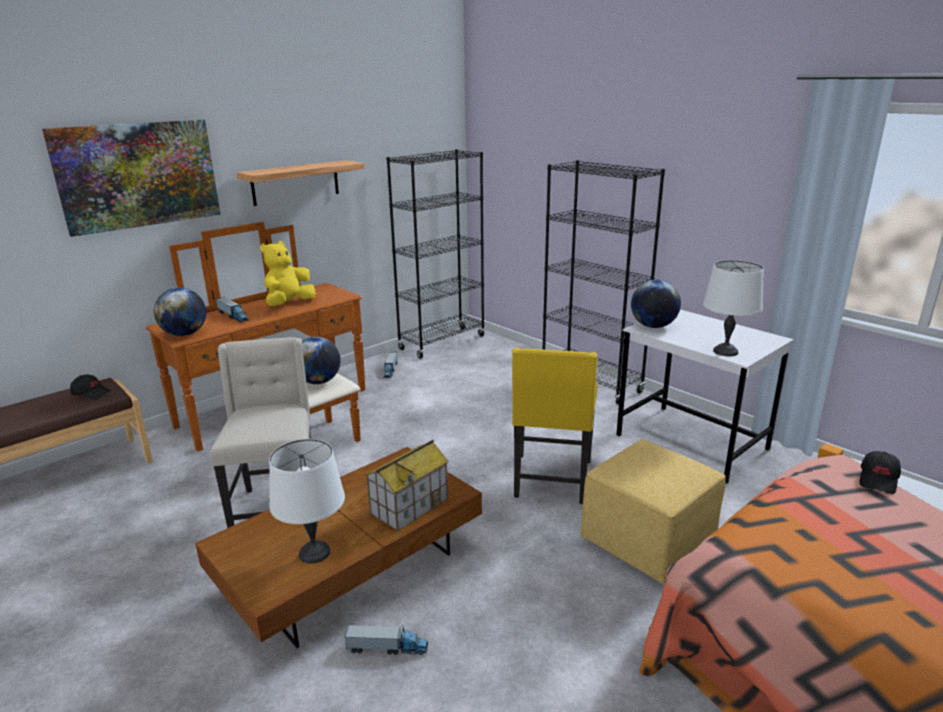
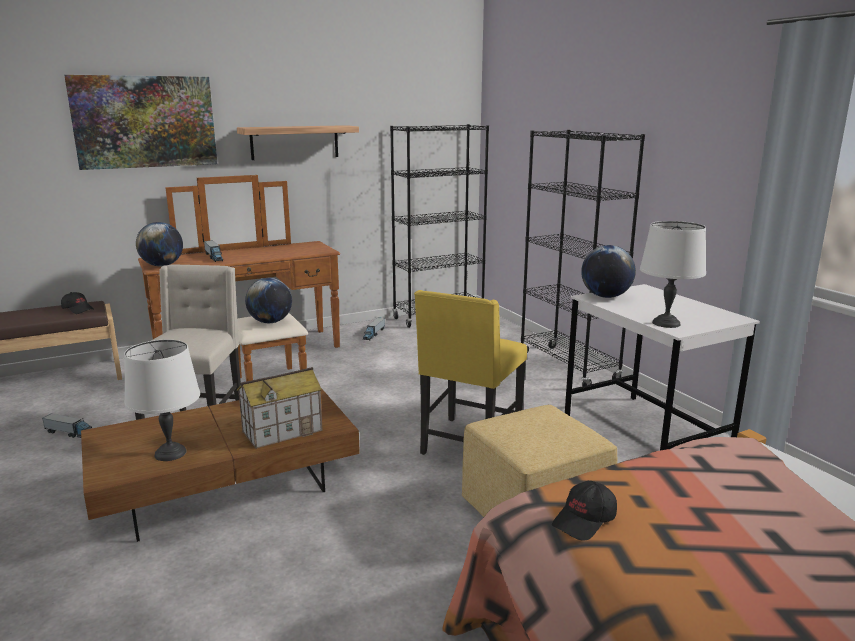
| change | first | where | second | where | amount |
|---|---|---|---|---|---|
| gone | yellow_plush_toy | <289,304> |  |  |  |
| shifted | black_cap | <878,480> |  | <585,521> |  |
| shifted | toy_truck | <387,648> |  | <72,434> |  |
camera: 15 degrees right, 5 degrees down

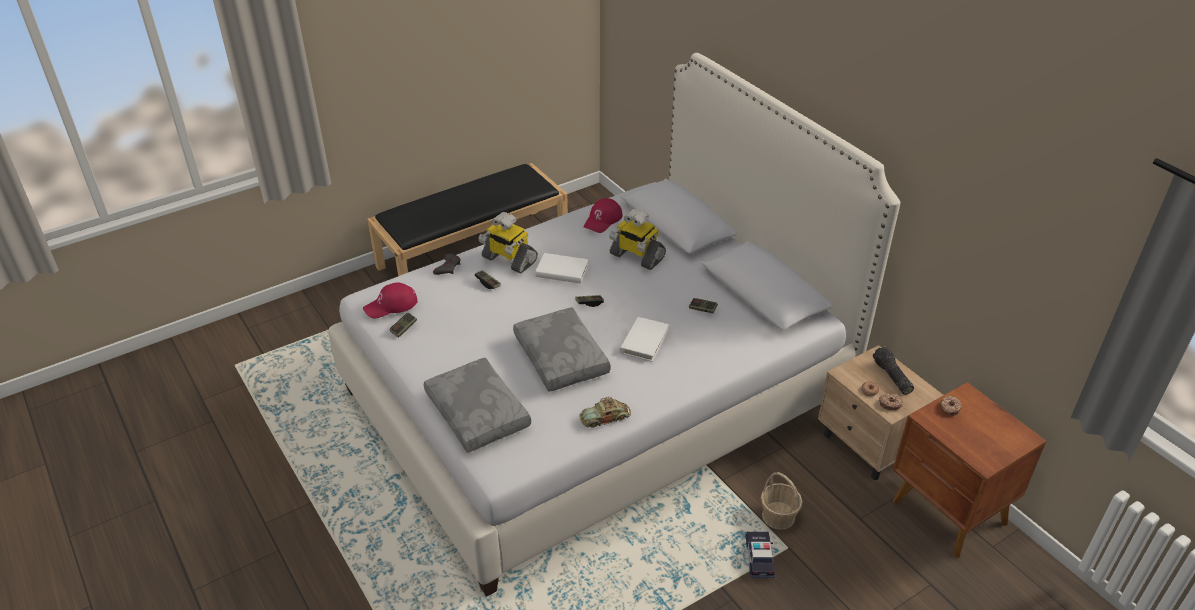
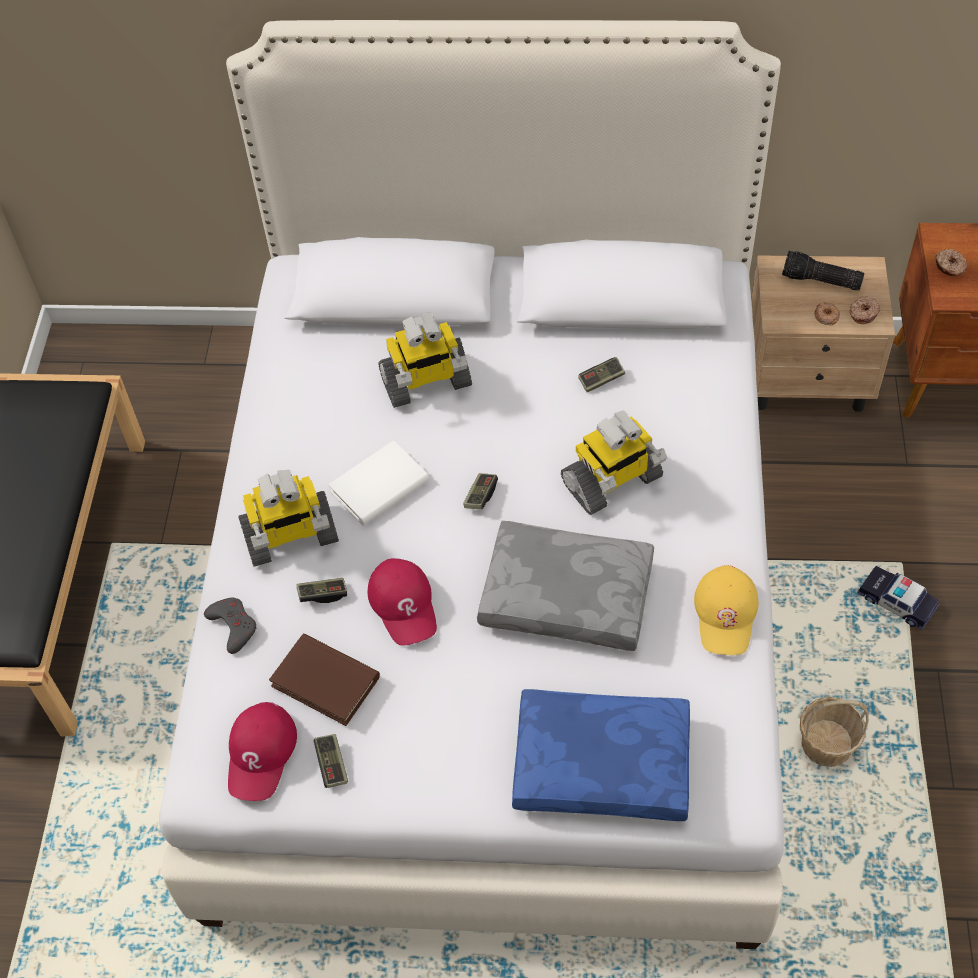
| change | first | where | second | where | amount |
|---|---|---|---|---|---|
| shifted | red_cap | <603,220> |  | <404,604> |  |
| swapped | white_book | <644,341> | toy_robot | <612,481> |  |
| repainted | grey_pillow | <479,413> | blue_pillow | <603,762> |  |
| swapped | toy_car | <605,417> | yellow_cap | <726,614> |  |
| shifted | basket | <778,516> |  | <826,744> |  |
| new |  |  | brown_book | <325,681> |  |
camera: 50 degrees left, 15 degrees up

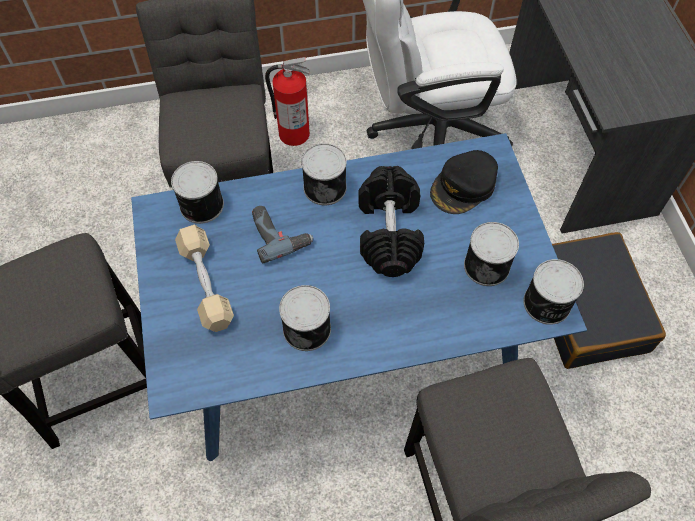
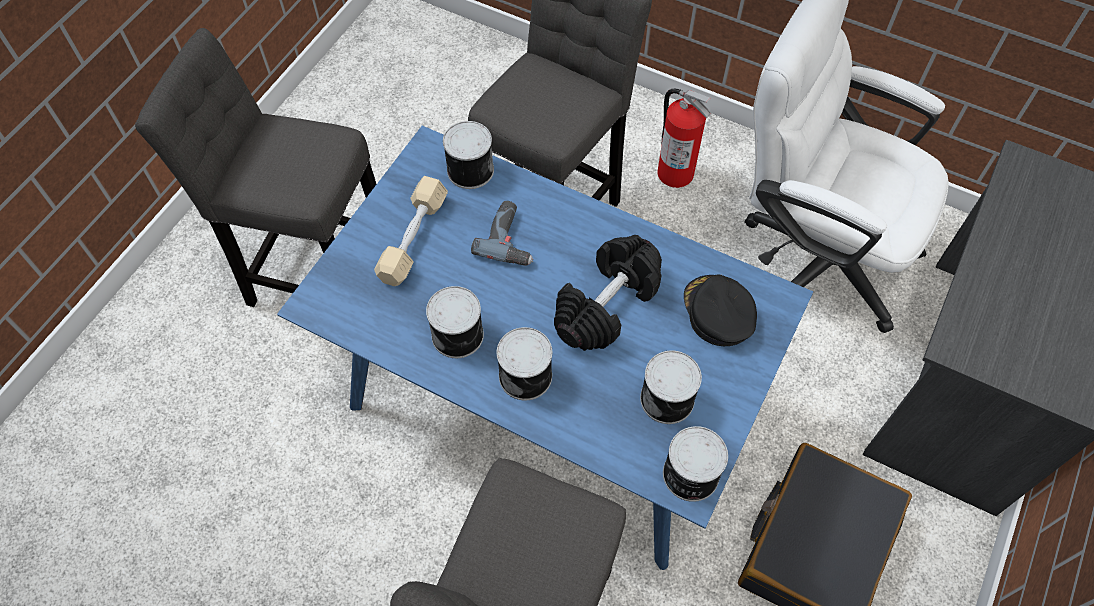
| change | first | where | second | where | amount |
|---|---|---|---|---|---|
| shifted | can | <325,186> |  | <526,375> |  |
| rotated | black_cap | <463,186> |  | <718,312> | 75 degrees clockwise |
camera: 40 degrees right, 0 degrees up

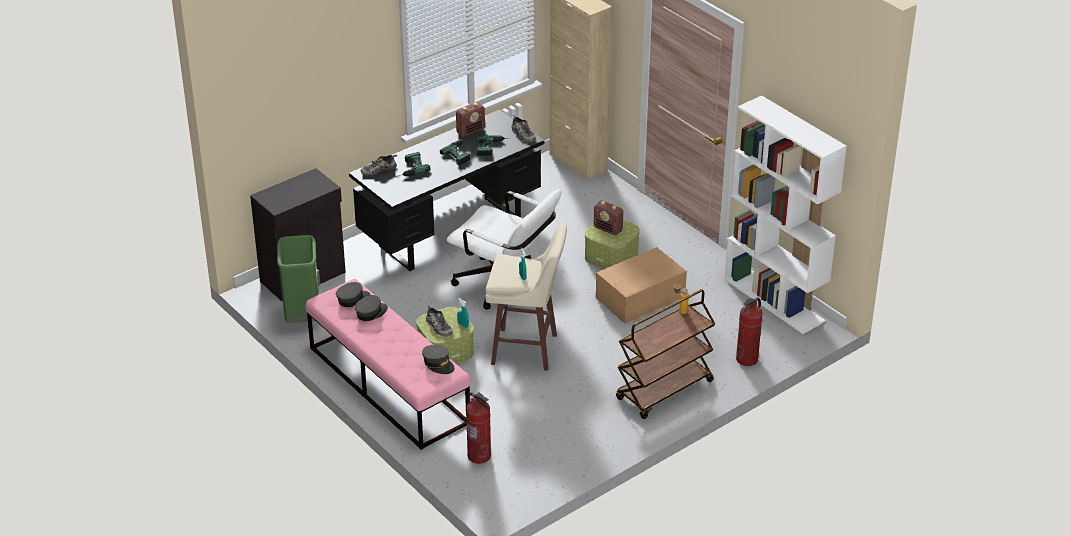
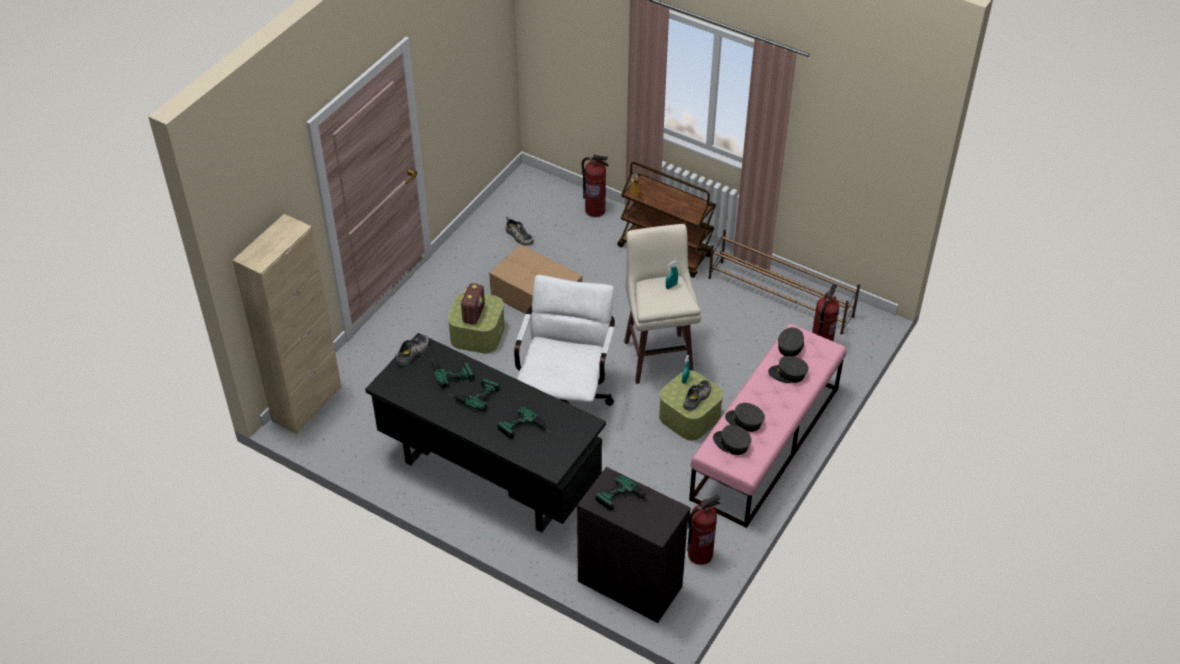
| change | first | where | second | where | amount |
|---|---|---|---|---|---|
| gone | white_bookcase | <775,300> |  |  |  |
| gone | radio | <470,131> |  |  |  |
| shifted | shoe | <378,169> |  | <518,236> |  |
| swapped | green_trash_can | <303,317> | fire_extinguisher | <700,554> |  |
| new |  |  | brown_shoe_rack | <781,297> |  |
| new |  |  | grey_cap | <788,374> |  |
| new |  |  | power_drill | <625,500> |  |
camera: 110 degrees left, 10 degrees up

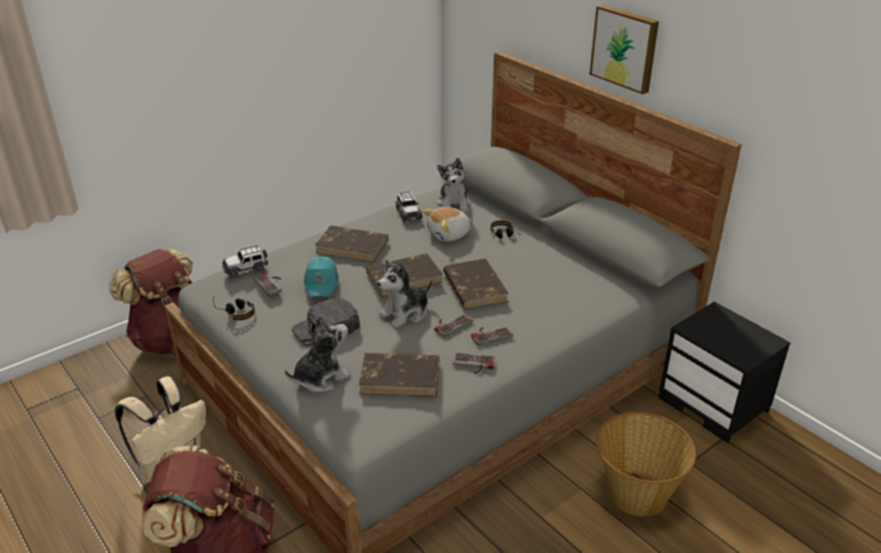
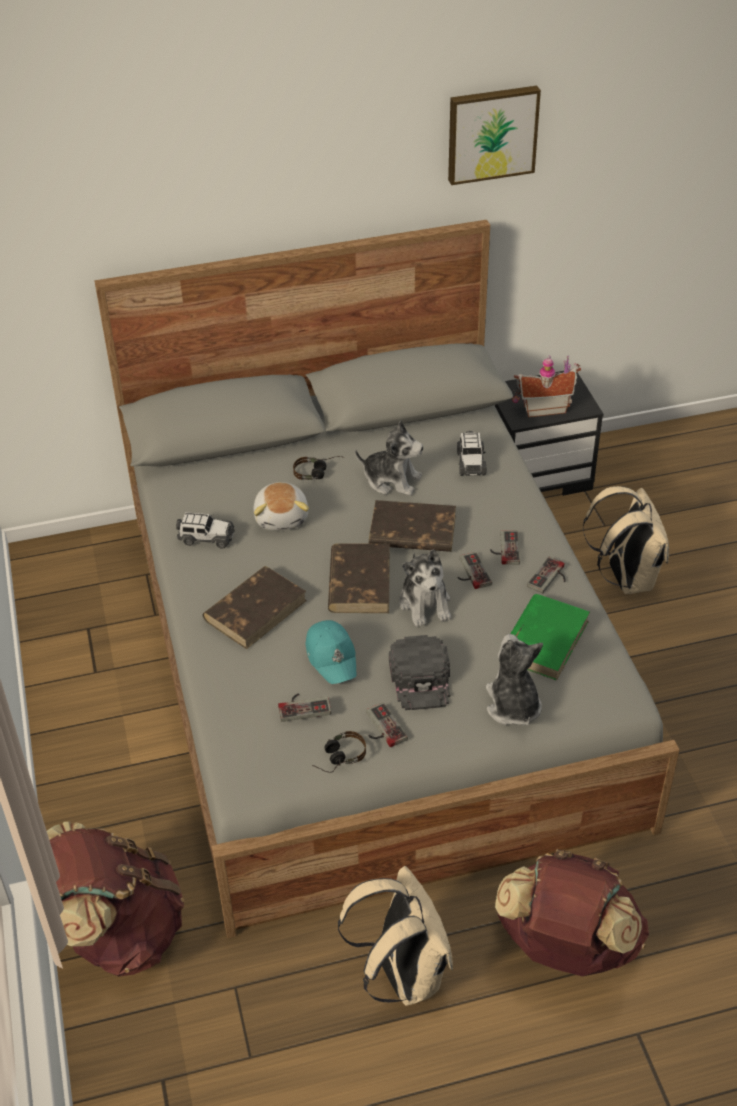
| change | first | where | second | where | amount |
|---|---|---|---|---|---|
| shifted | picture | <625,48> |  | <491,133> |  |
| shifted | plush_toy | <454,204> |  | <392,480> |  |
| shifted | toy_car | <246,268> |  | <471,462> |  |
| rotated | turquoise_cap | <322,283> |  | <332,656> | 45 degrees clockwise |
| repainted | brown_book | <401,377> | green_book | <544,639> |  |
| swapped | basket | <636,493> | beige_backpack | <625,578> |  |
| new |  |  | toy_house | <543,407> |  |
| new |  |  | game_controller | <381,728> |  |
camera: 65 degrees left, 10 degrees up

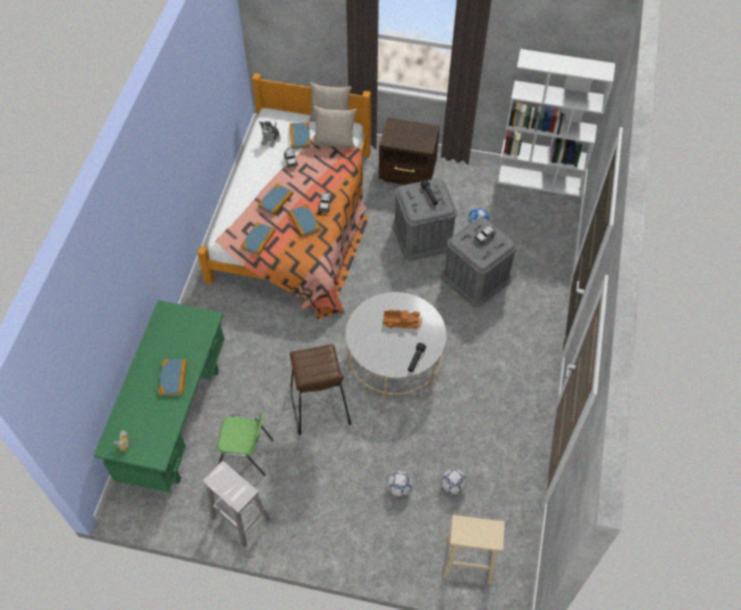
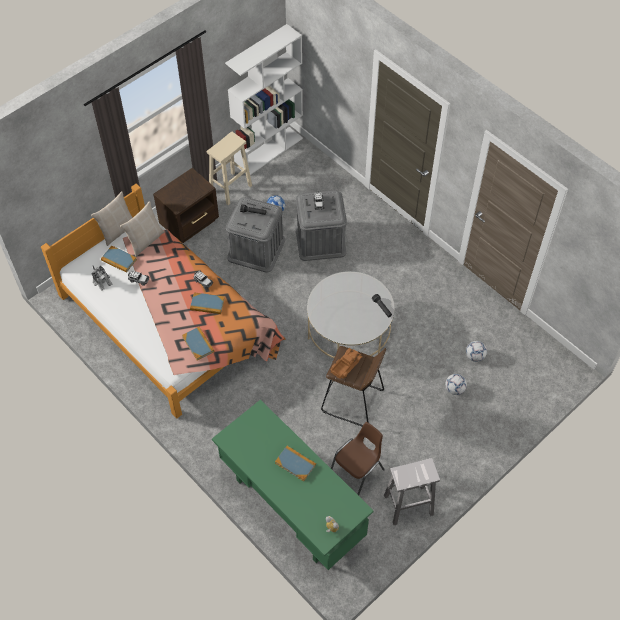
| change | first | where | second | where | amount |
|---|---|---|---|---|---|
| gone | book | <275,200> |  |  |  |
| shifted | toy_truck | <401,321> |  | <345,365> |  |
| repainted | green_chair | <246,454> | brown_chair | <357,473> |  |
| shifted | beige_stool | <467,562> |  | <230,189> |  |
camera: 55 degrees left, 0 degrees up

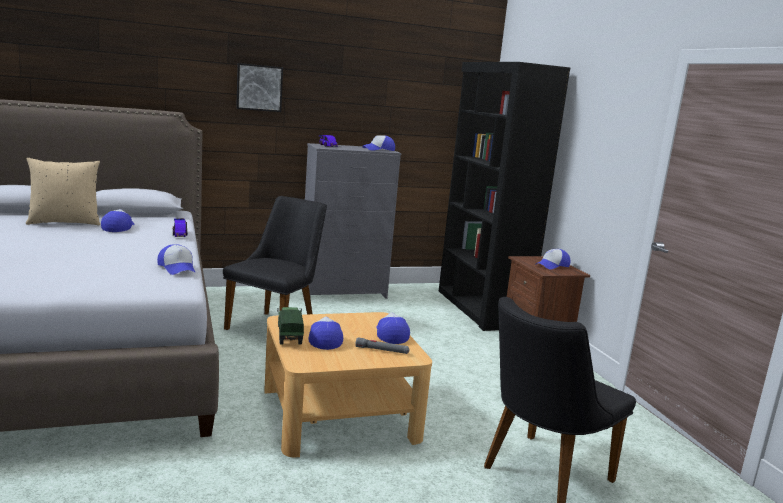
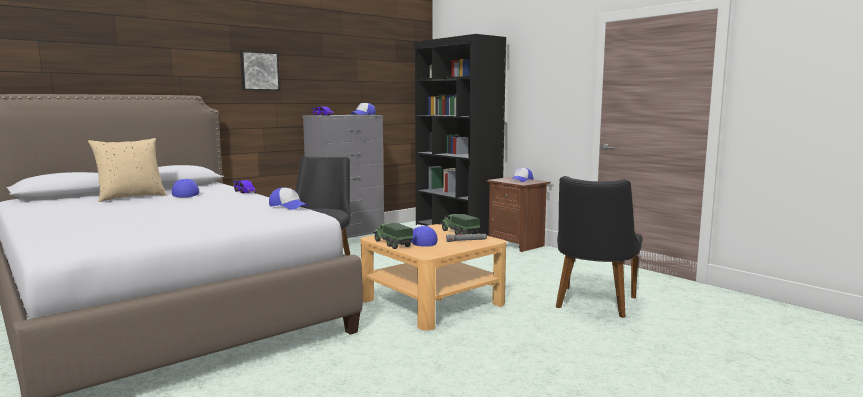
| change | first | where | second | where | amount |
|---|---|---|---|---|---|
| swapped | cap | <390,334> | toy_truck | <459,233> |  |
camera: 20 degrees left, 5 degrees down

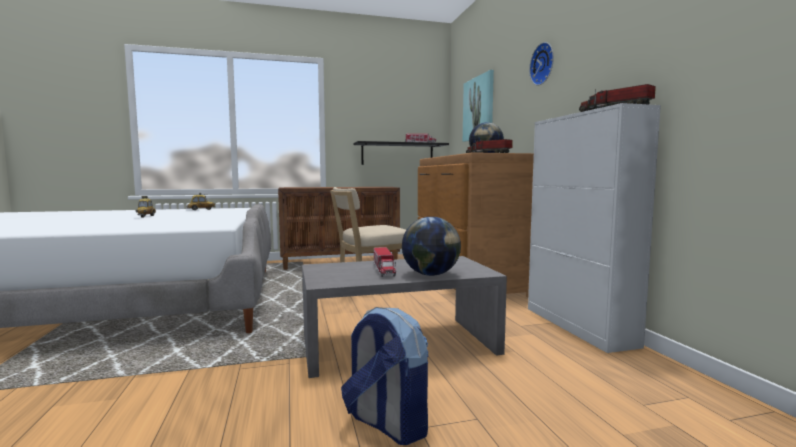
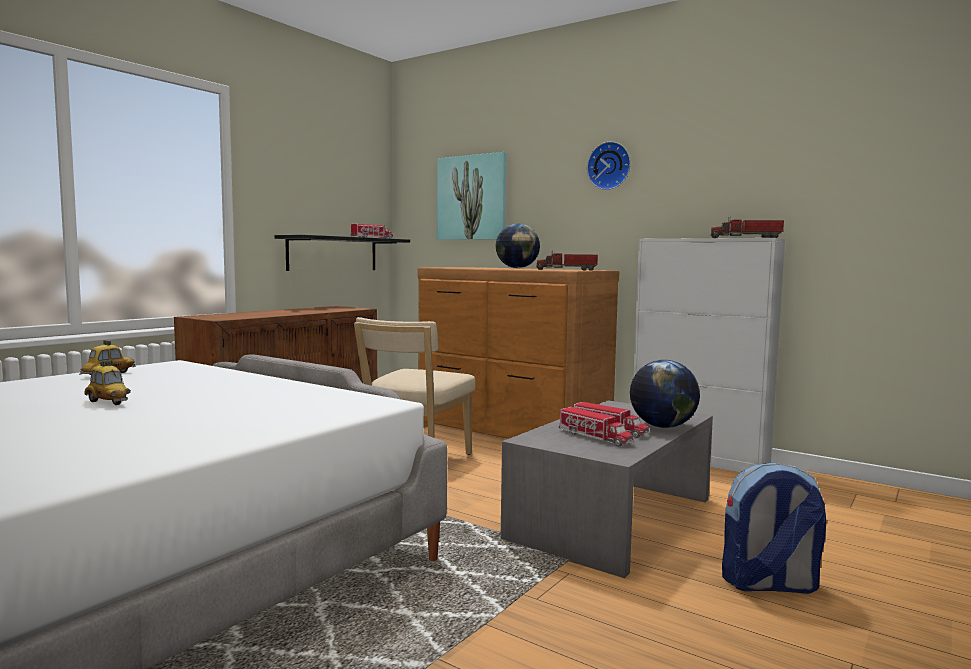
| change | first | where | second | where | amount |
|---|---|---|---|---|---|
| new |  |  | toy_truck | <594,437> |  |
camera: 40 degrees left, 0 degrees up

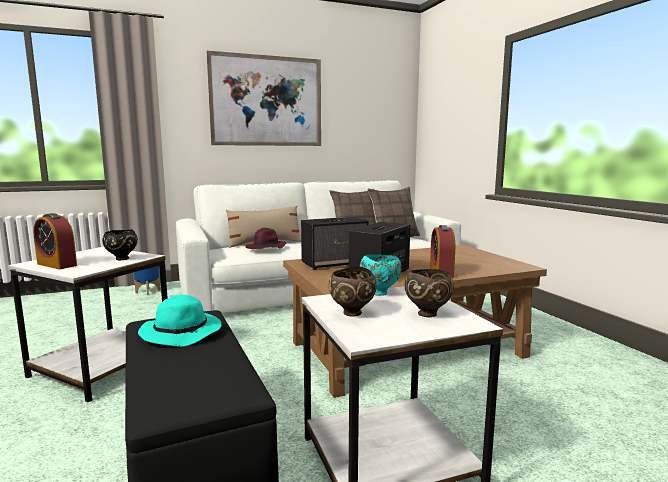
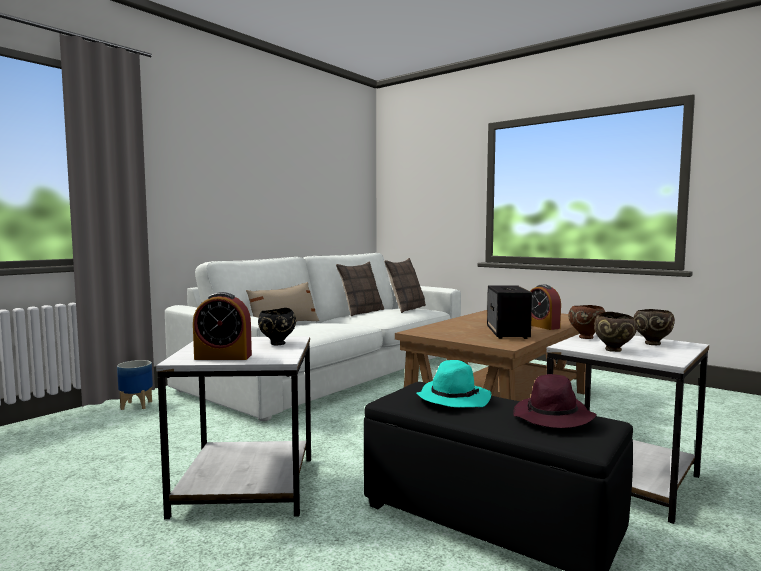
| change | first | where | second | where | amount |
|---|---|---|---|---|---|
| gone | picture | <267,101> |  |  |  |
| gone | speaker | <335,264> |  |  |  |
| shifted | purple_hat | <265,248> |  | <553,418> |  |
| repainted | turquoise_bowl | <380,293> | brown_bowl | <586,337> |  |
camera: 30 degrees left, 5 degrees down

